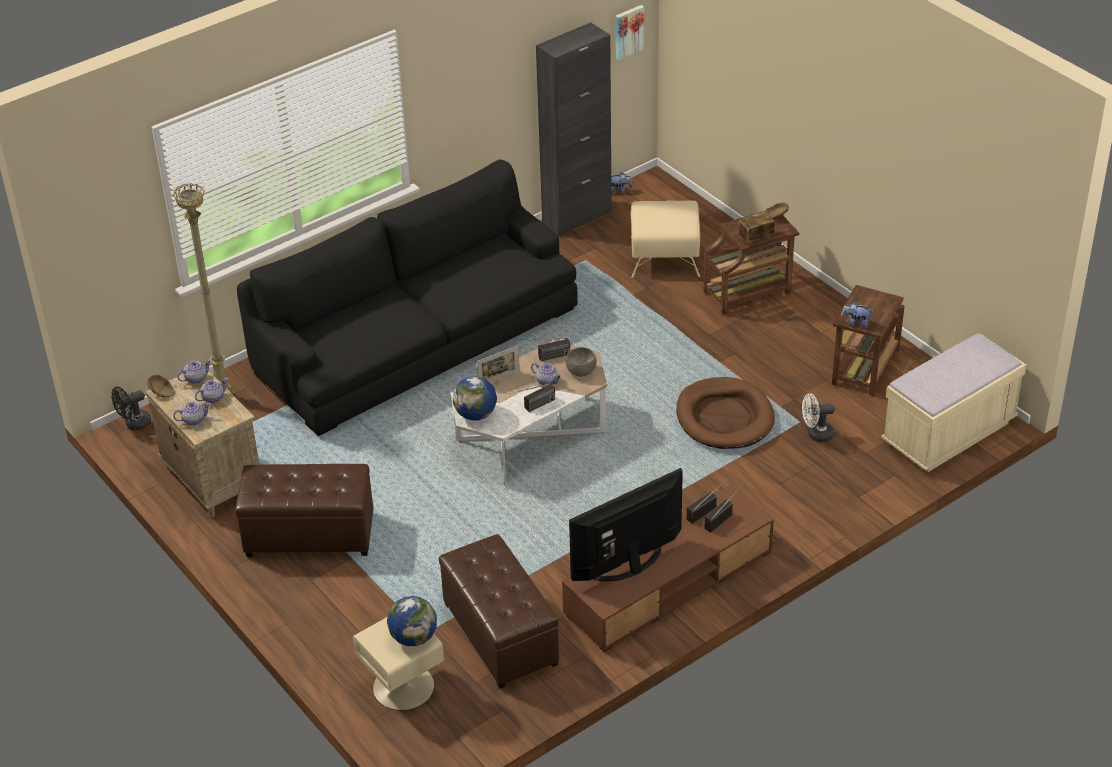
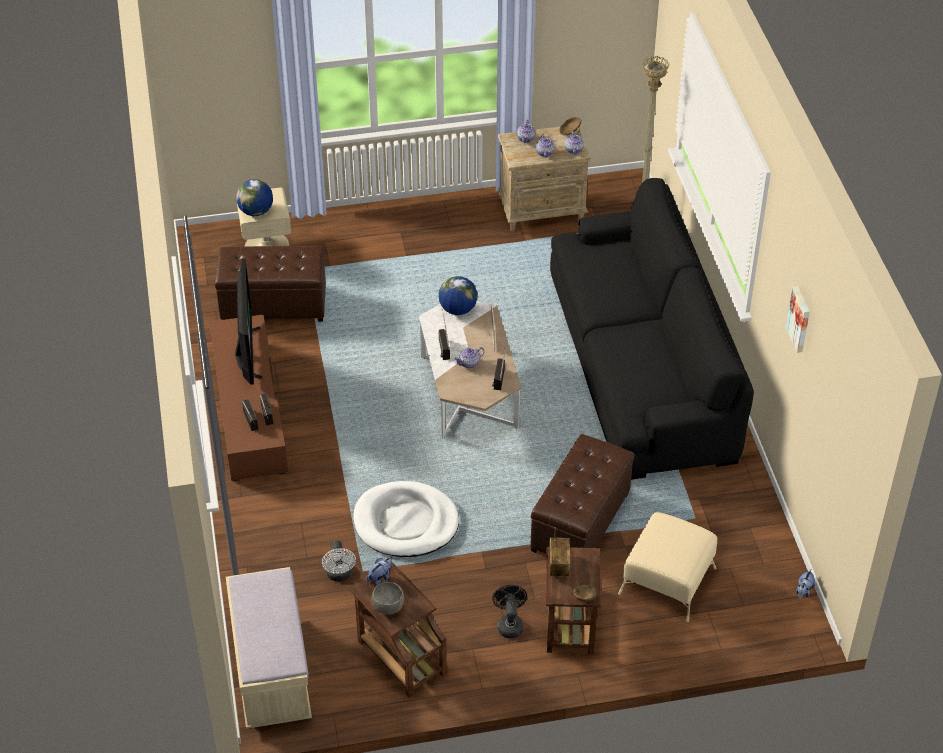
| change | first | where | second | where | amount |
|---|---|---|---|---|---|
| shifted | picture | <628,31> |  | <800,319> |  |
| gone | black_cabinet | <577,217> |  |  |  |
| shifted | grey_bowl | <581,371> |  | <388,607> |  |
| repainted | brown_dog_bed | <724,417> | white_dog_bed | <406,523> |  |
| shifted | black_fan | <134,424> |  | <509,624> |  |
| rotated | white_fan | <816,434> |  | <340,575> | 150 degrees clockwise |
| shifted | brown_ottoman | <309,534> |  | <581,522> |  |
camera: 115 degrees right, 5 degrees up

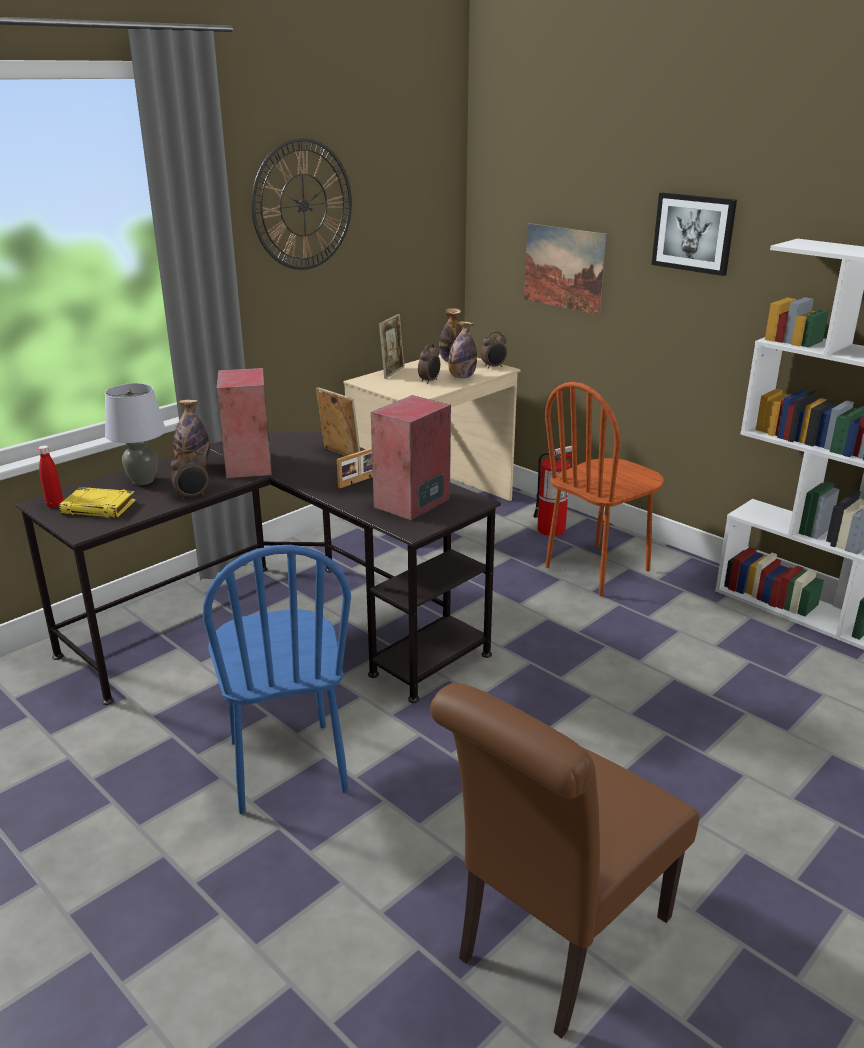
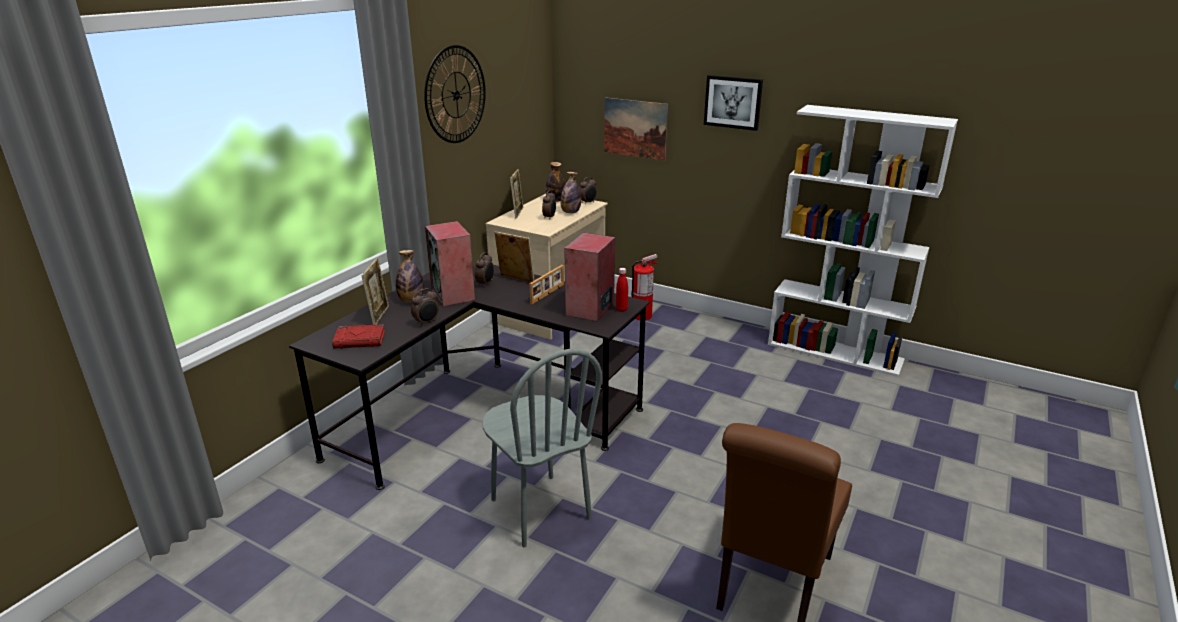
| change | first | where | second | where | amount |
|---|---|---|---|---|---|
| gone | brown_chair | <598,569> |  |  |  |
| swapped | grey_table_lamp | <142,481> | picture_frame | <379,316> |  |
| shifted | red_bottle | <55,505> |  | <621,309> |  |
| repainted | yellow_book | <99,507> | red_book | <360,340> |  |
| repainted | blue_chair | <286,766> | grey_chair | <539,509> |  |
| new |  |  | alarm_clock | <485,284> |  |
camera: 15 degrees left, 0 degrees up

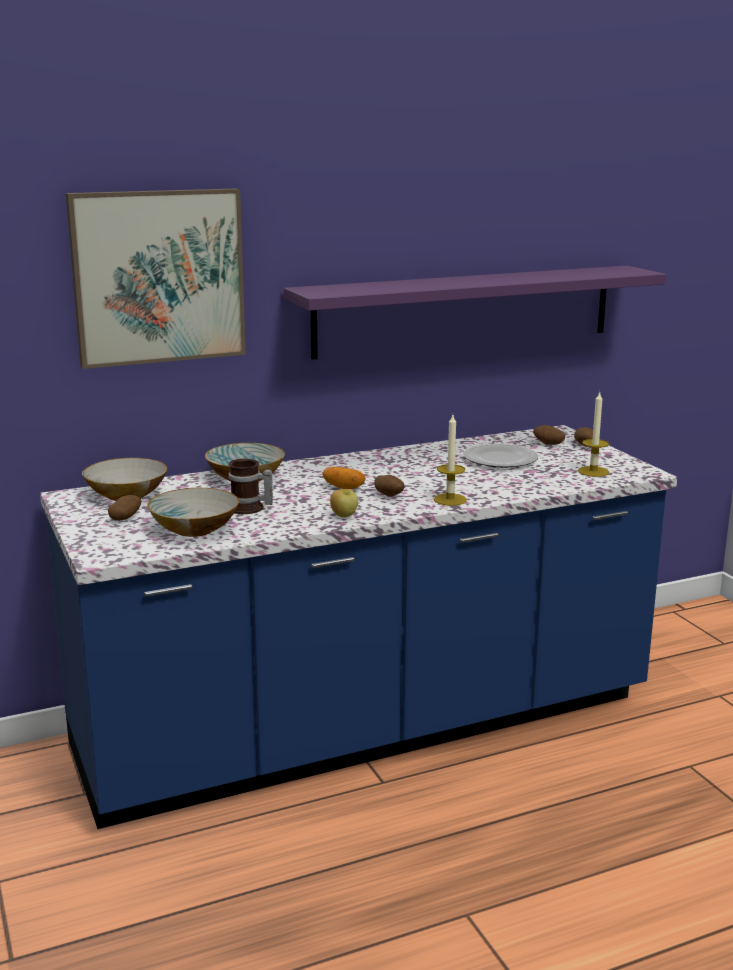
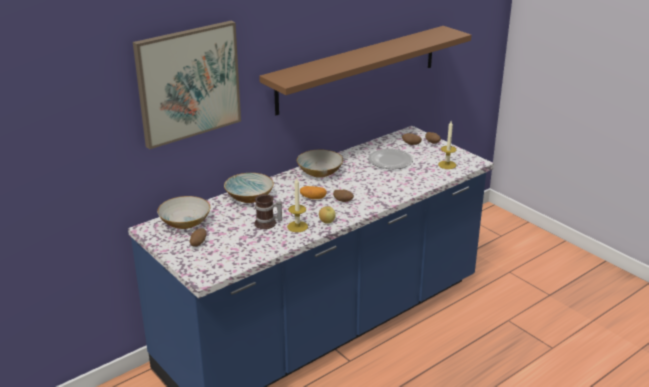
| change | first | where | second | where | amount |
|---|---|---|---|---|---|
| repainted | purple_shelf | <465,310> | brown_shelf | <358,69> |  |
| shifted | candle | <450,499> |  | <297,226> |  |
| shifted | bowl | <194,529> |  | <319,172> |  |
camera: 15 degrees left, 10 degrees up

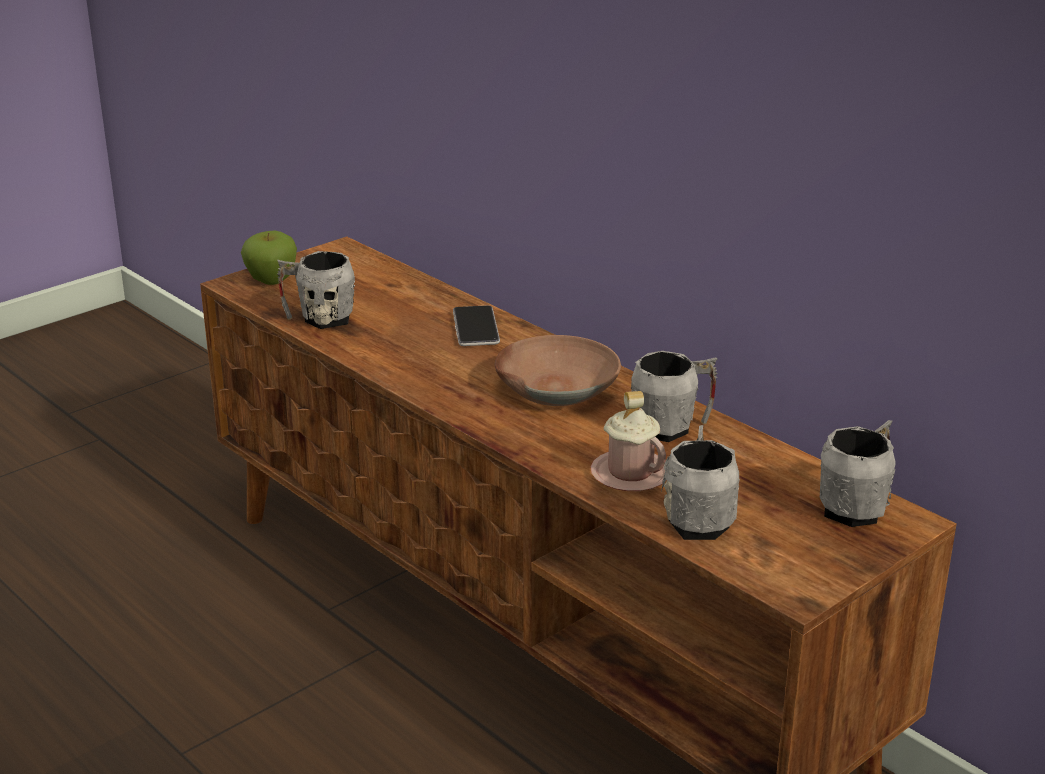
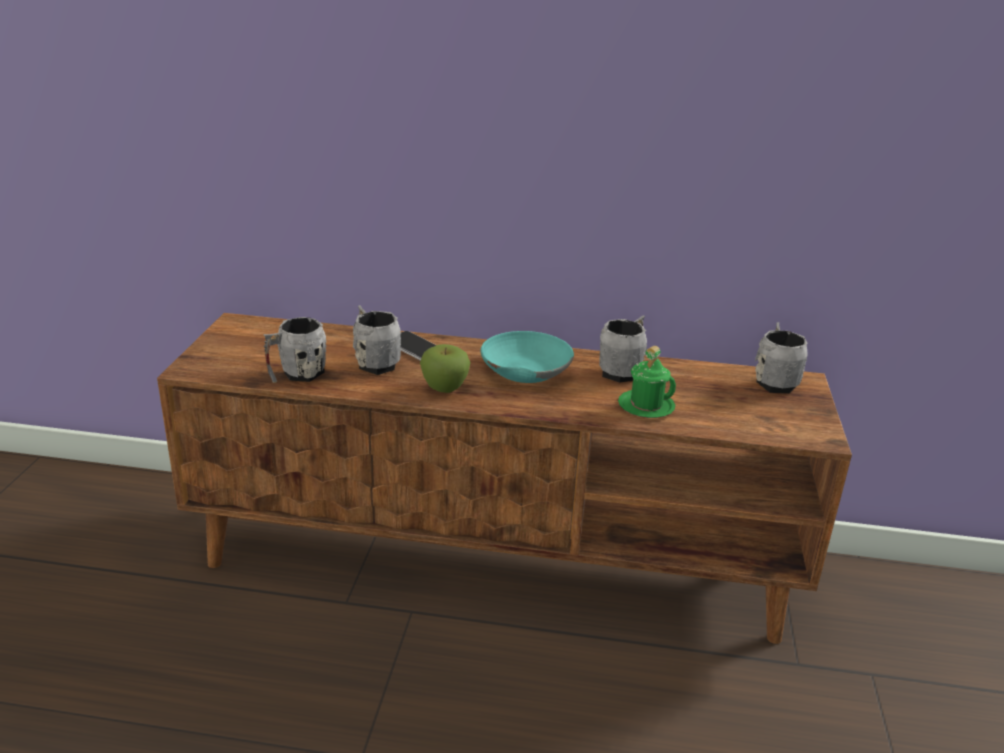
| change | first | where | second | where | amount |
|---|---|---|---|---|---|
| shifted | apple | <271,281> |  | <444,389> |  |
| repainted | brown_bowl | <556,387> | turquoise_bowl | <524,369> |  |
| repainted | pink_mug | <630,474> | green_mug | <646,406> |  |
| shifted | grey_mug | <698,518> |  | <374,362> |  |
camera: 40 degrees left, 0 degrees up

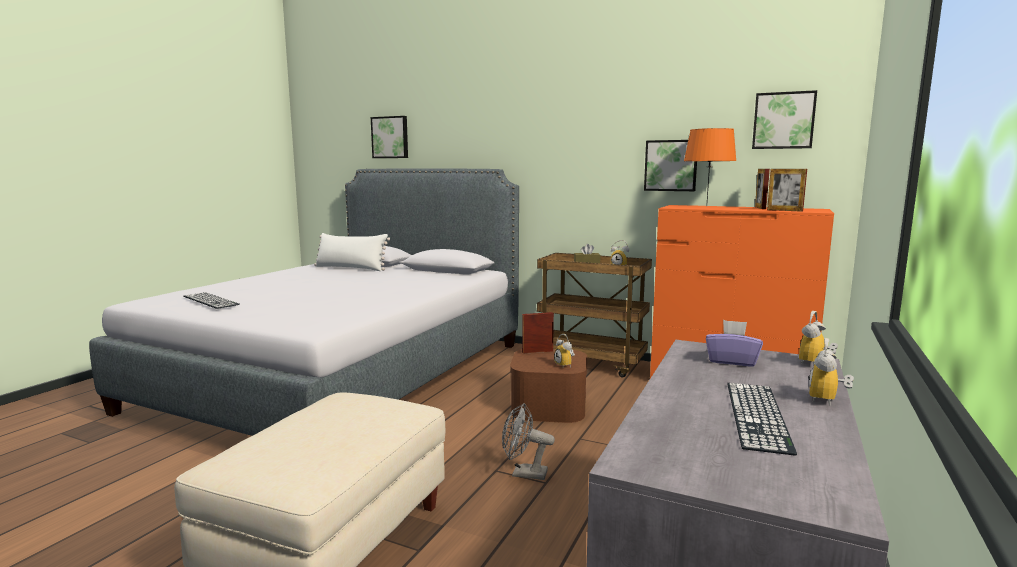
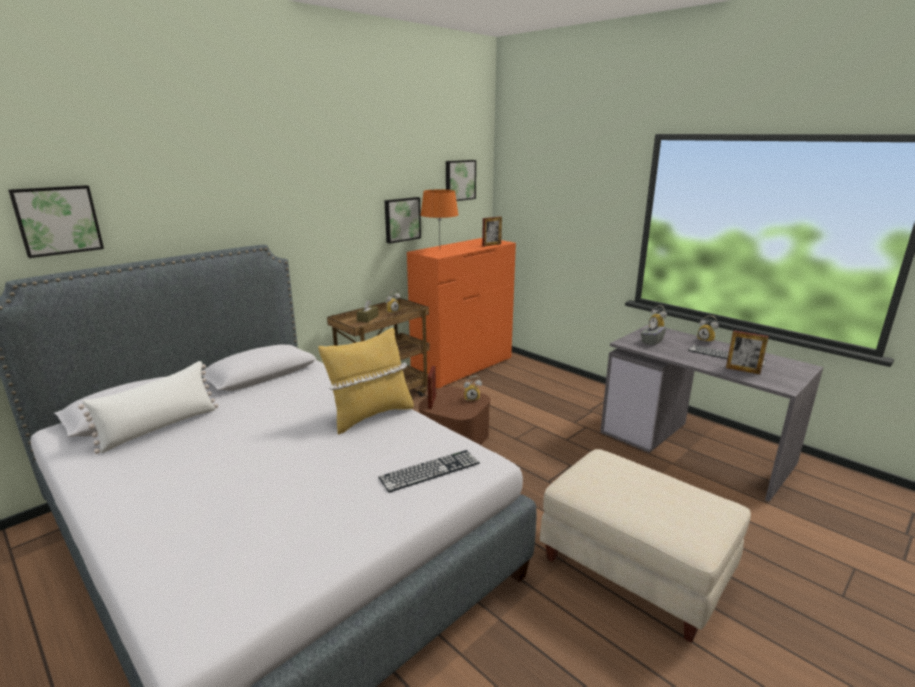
| change | first | where | second | where | amount |
|---|---|---|---|---|---|
| shifted | picture_frame | <760,208> |  | <742,370> |  |
| shifted | keyboard | <210,300> |  | <430,470> |  |
| repainted | purple_tissue_box | <731,361> | grey_tissue_box | <652,341> |  |
| gone | grey_fan | <523,473> |  |  |  |
| new |  |  | yellow_pillow | <370,415> |  |
camera: 70 degrees left, 10 degrees up

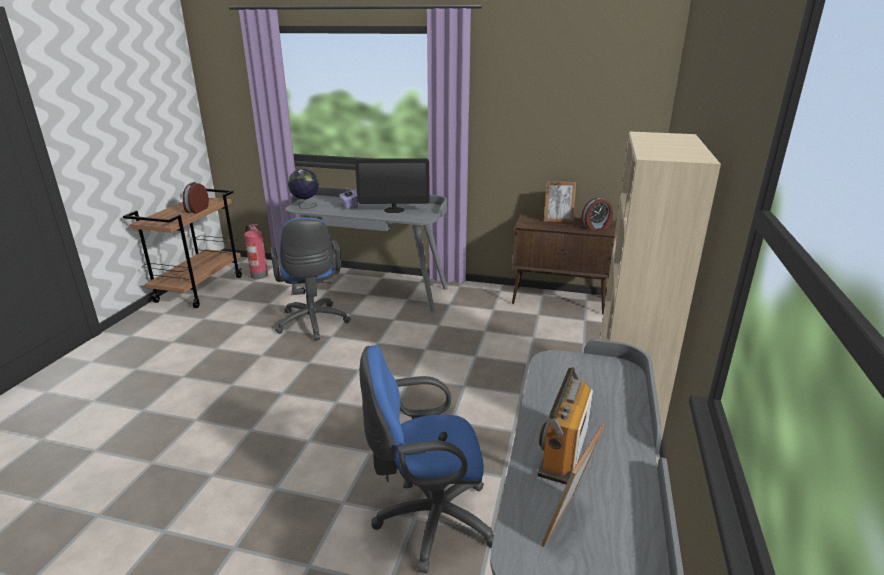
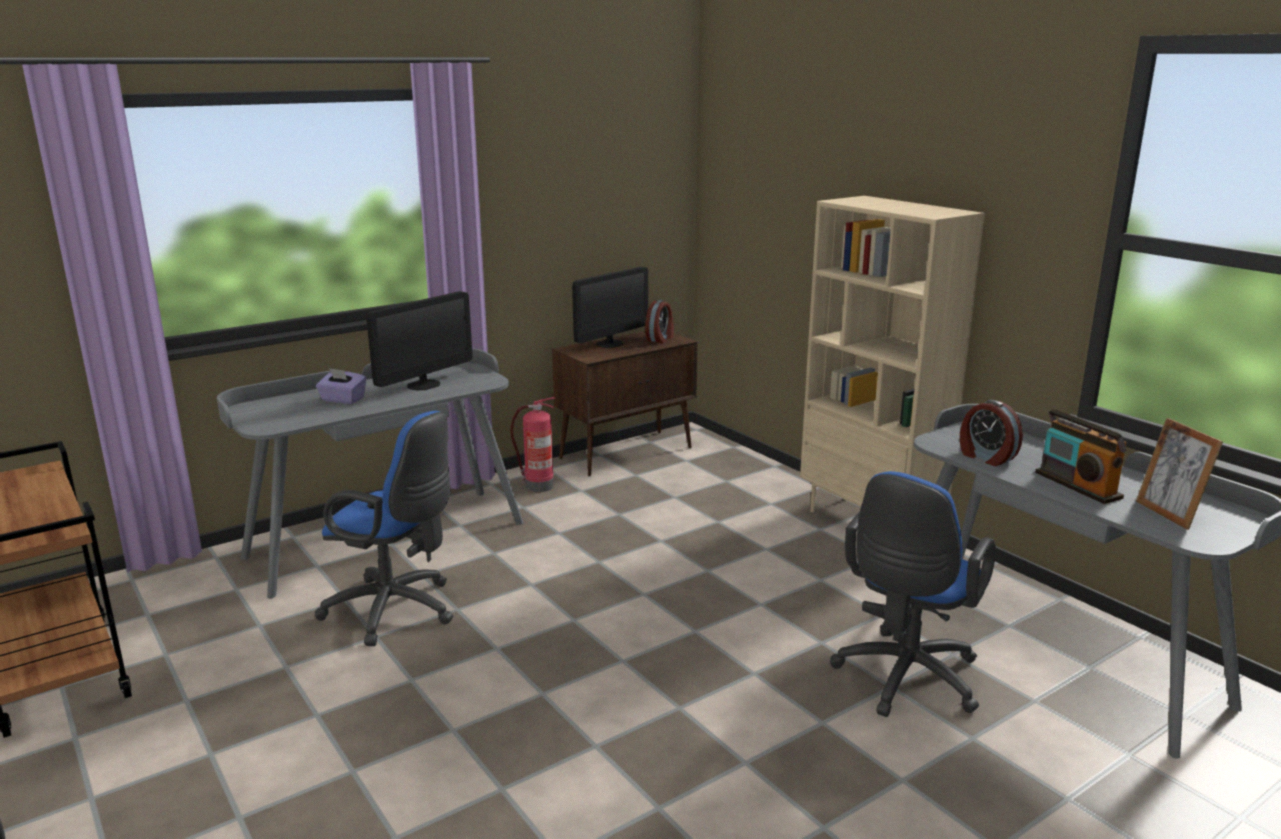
| change | first | where | second | where | amount |
|---|---|---|---|---|---|
| gone | globe | <305,206> |  |  |  |
| shifted | alarm_clock | <196,210> |  | <986,457> |  |
| swapped | picture_frame | <558,220> | monitor | <610,344> |  |
| shifted | fire_extinguisher | <258,275> |  | <538,486> |  |
camera: 50 degrees left, 5 degrees down

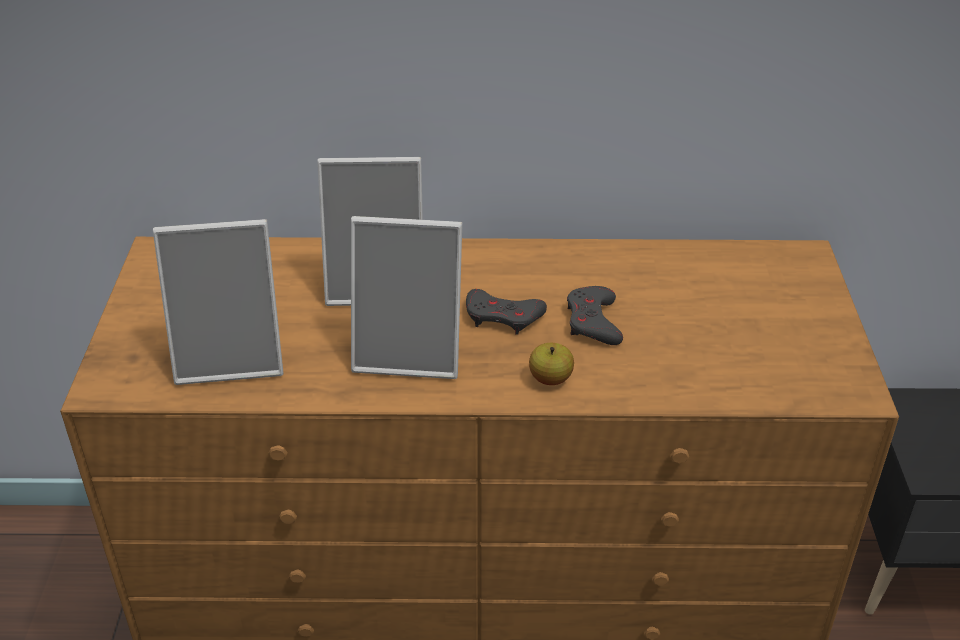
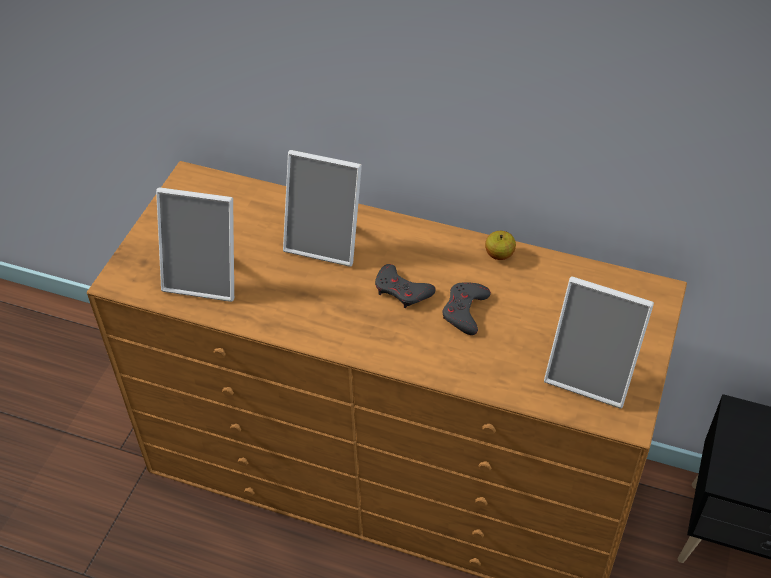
| change | first | where | second | where | amount |
|---|---|---|---|---|---|
| shifted | picture_frame | <410,352> |  | <591,374> |  |
| shifted | apple | <550,379> |  | <499,254> |  |
camera: 20 degrees right, 10 degrees up

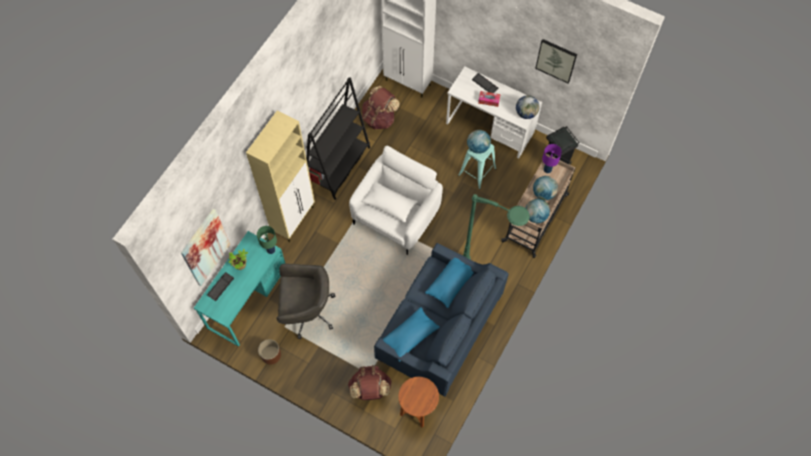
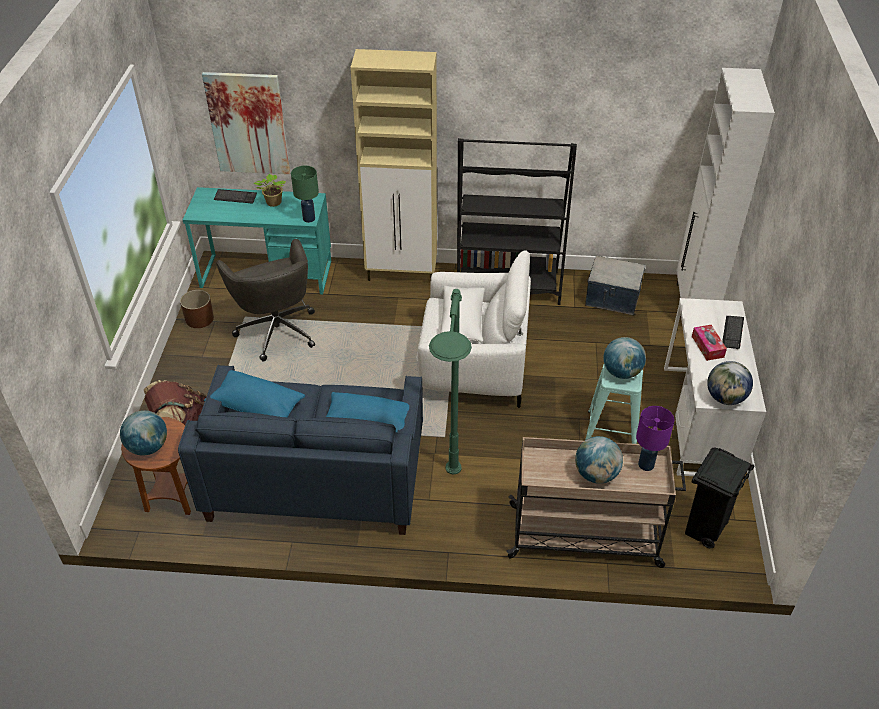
| change | first | where | second | where | amount |
|---|---|---|---|---|---|
| gone | picture | <556,60> |  |  |  |
| swapped | brown_backpack | <379,118> | storage_box | <612,298> |  |
| shifted | globe | <535,216> |  | <148,447> |  |
camera: 65 degrees right, 20 degrees down

